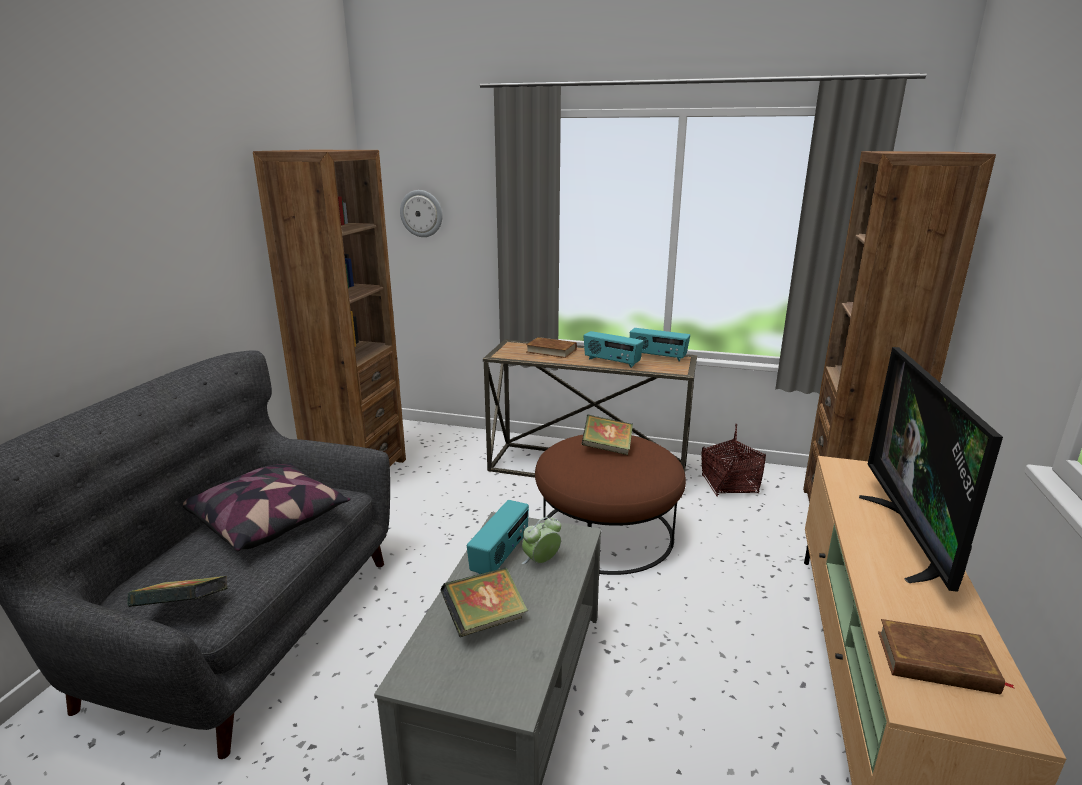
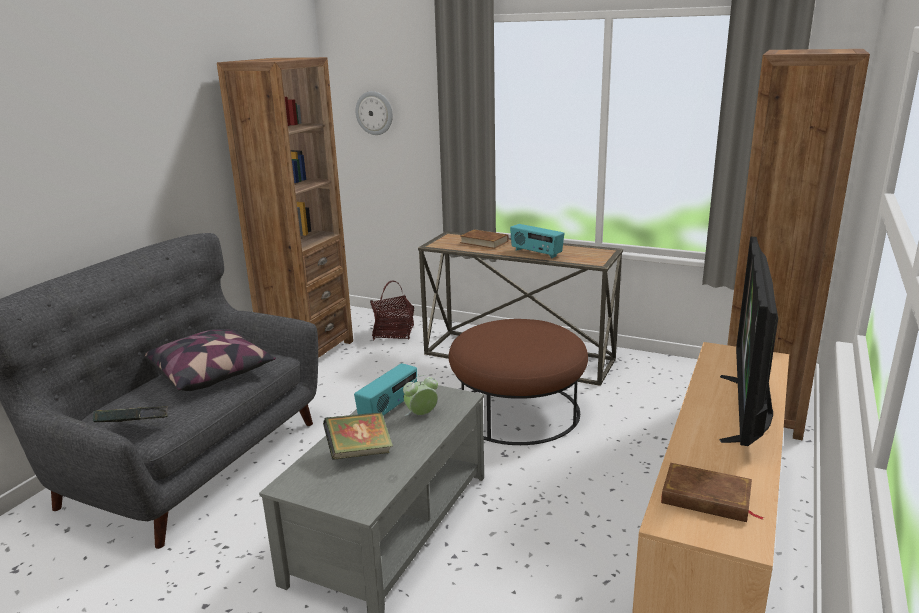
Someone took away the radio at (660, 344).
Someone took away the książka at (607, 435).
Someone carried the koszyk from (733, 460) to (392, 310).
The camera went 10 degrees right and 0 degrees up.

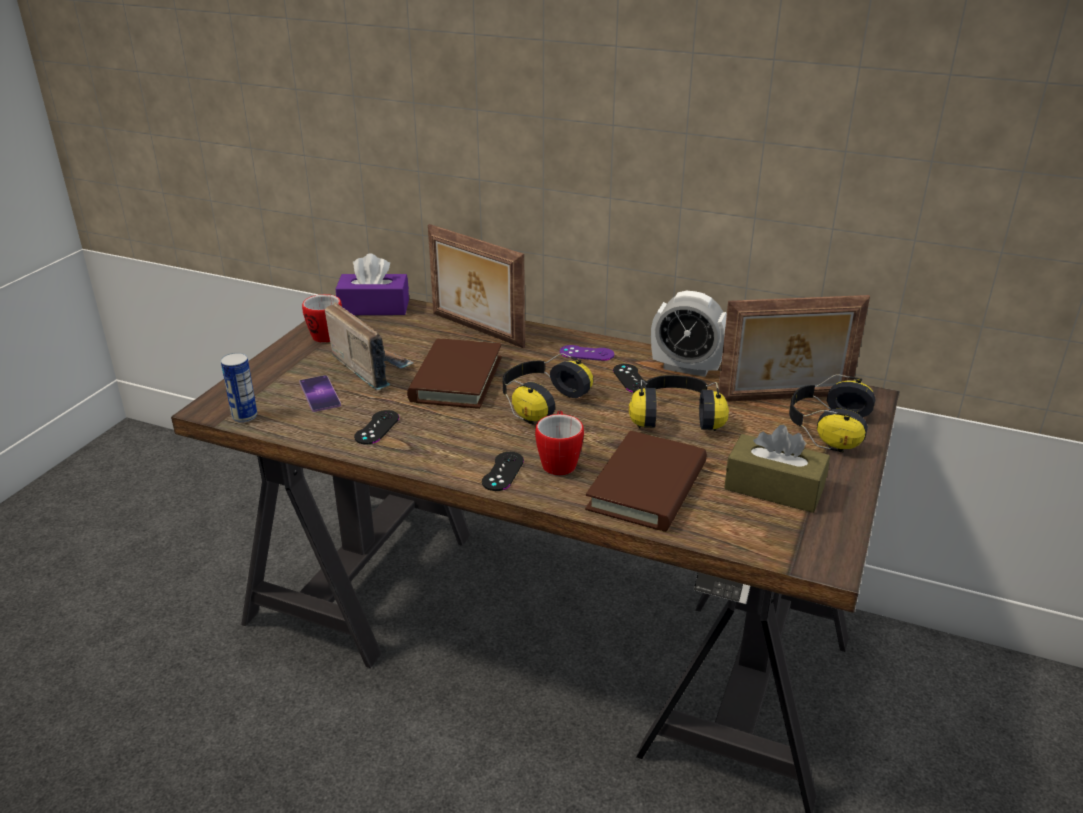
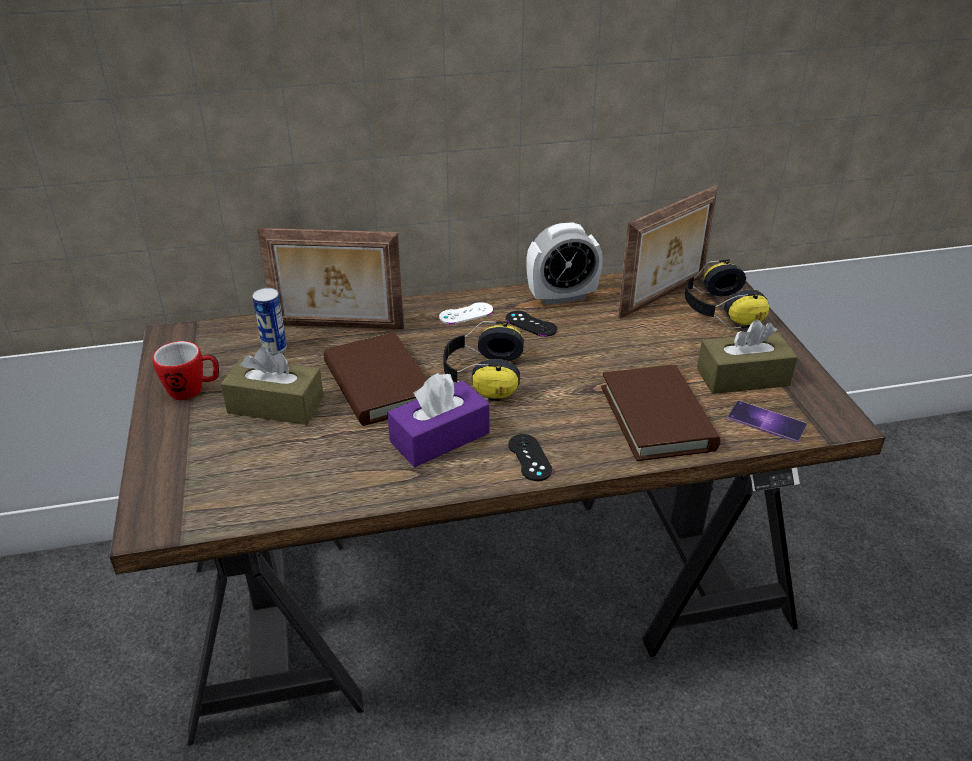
Someone carried the pudełko chusteczek/fioletowy from (372, 284) to (438, 420).
Someone swapped the radio at (369, 346) for the pudełko chusteczek/brązowy at (272, 386).
Someone repainted the pad do gier/fioletowy at (587, 353), which became the pad do gier/biały at (466, 313).
Someone carried the puszka from (239, 387) to (269, 322).
Someone carried the telefon from (320, 393) to (767, 422).
Someone took away the słuchawki at (678, 403).
Someone took away the pad do gier/czarny at (376, 427).
Someone took away the kubek at (559, 442).
The camera went 35 degrees left and 5 degrees up.

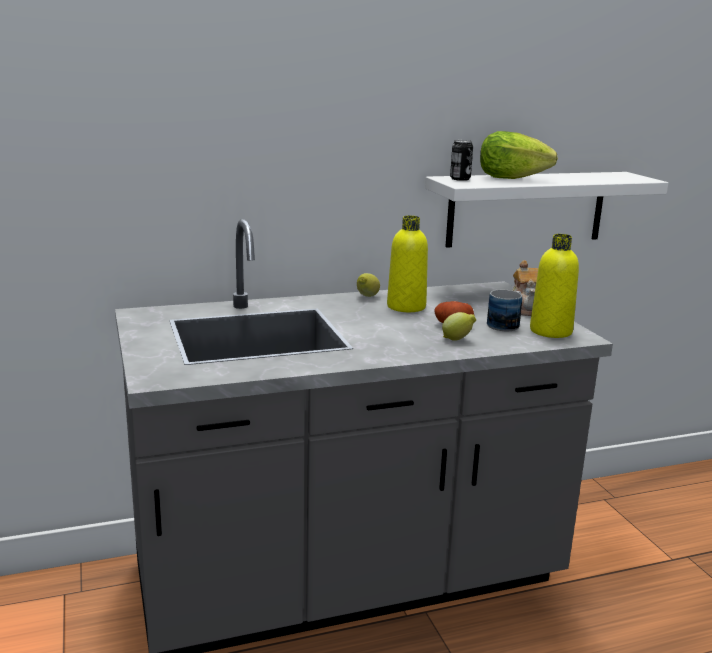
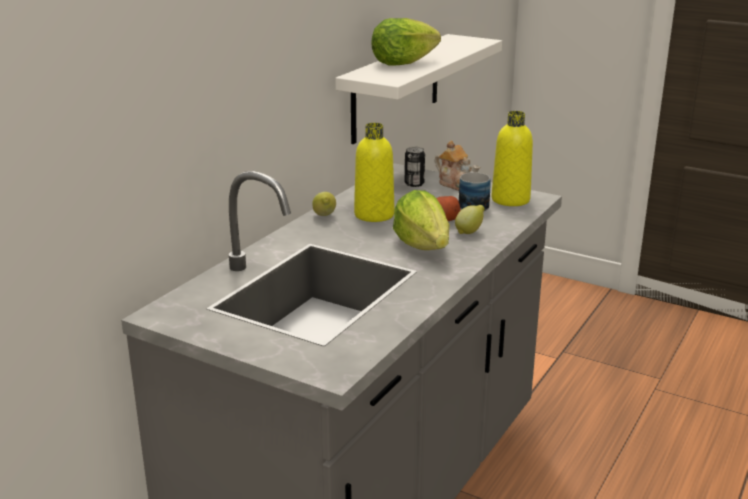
Someone carried the puszka from (461, 160) to (415, 167).
Someone put down the sałata at (421, 220).
The camera went 40 degrees left and 5 degrees up.

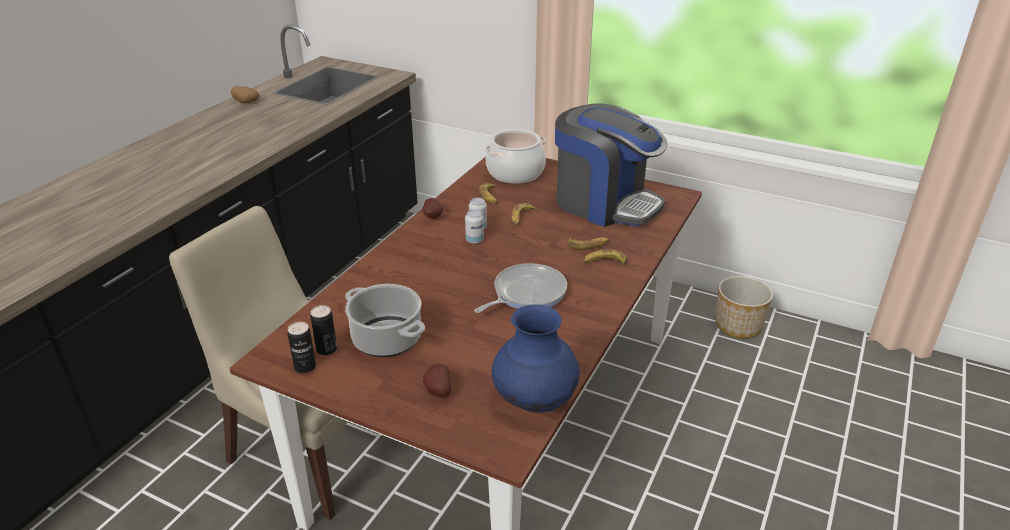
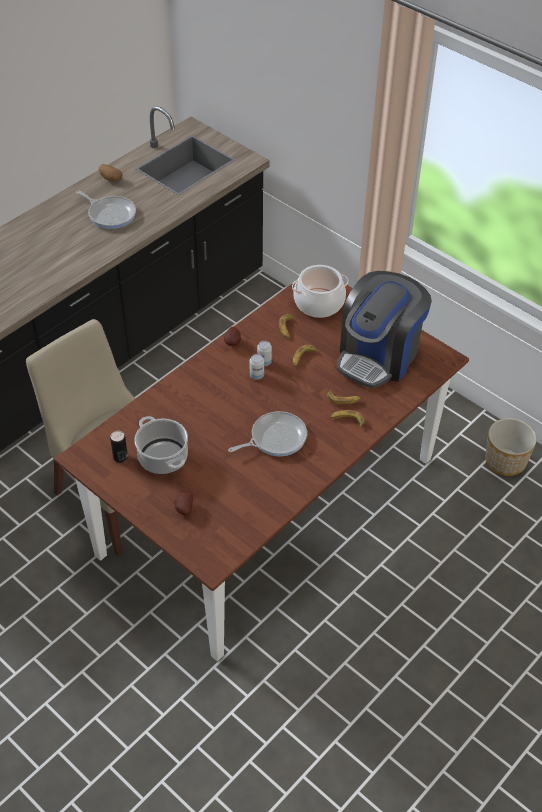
Someone rotated the ekspres do kawy at (611, 165) by 75 degrees clockwise.
Someone took away the wazon/niebieski at (536, 358).
Someone took away the puszka at (302, 347).
Someone put down the patelnia at (106, 210).
The camera went 15 degrees right and 15 degrees up.

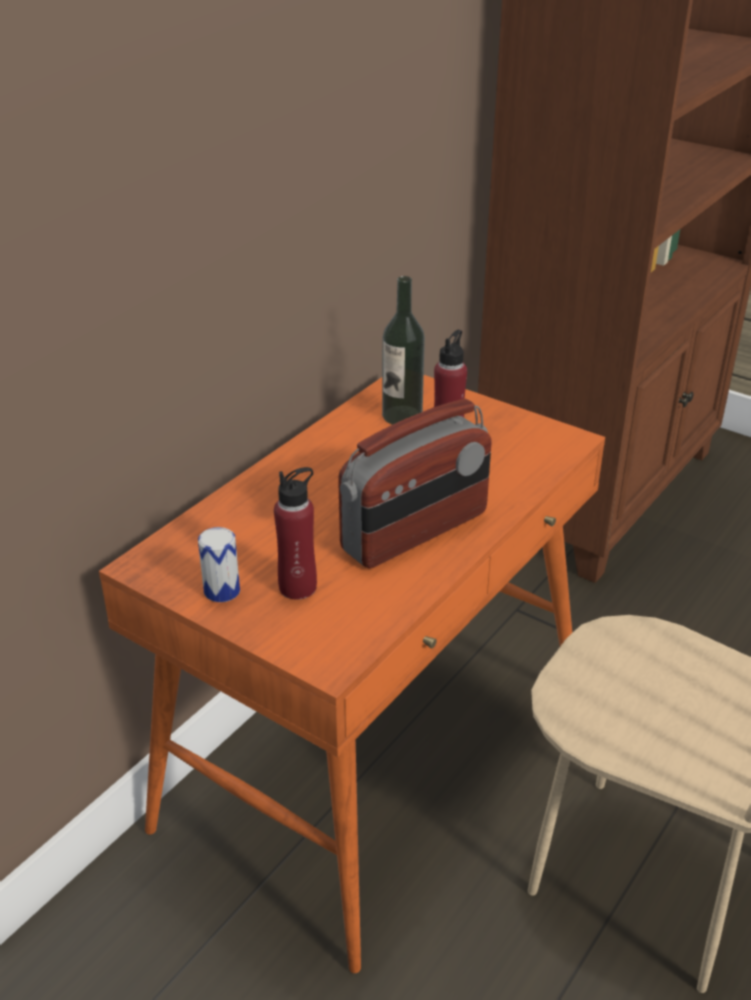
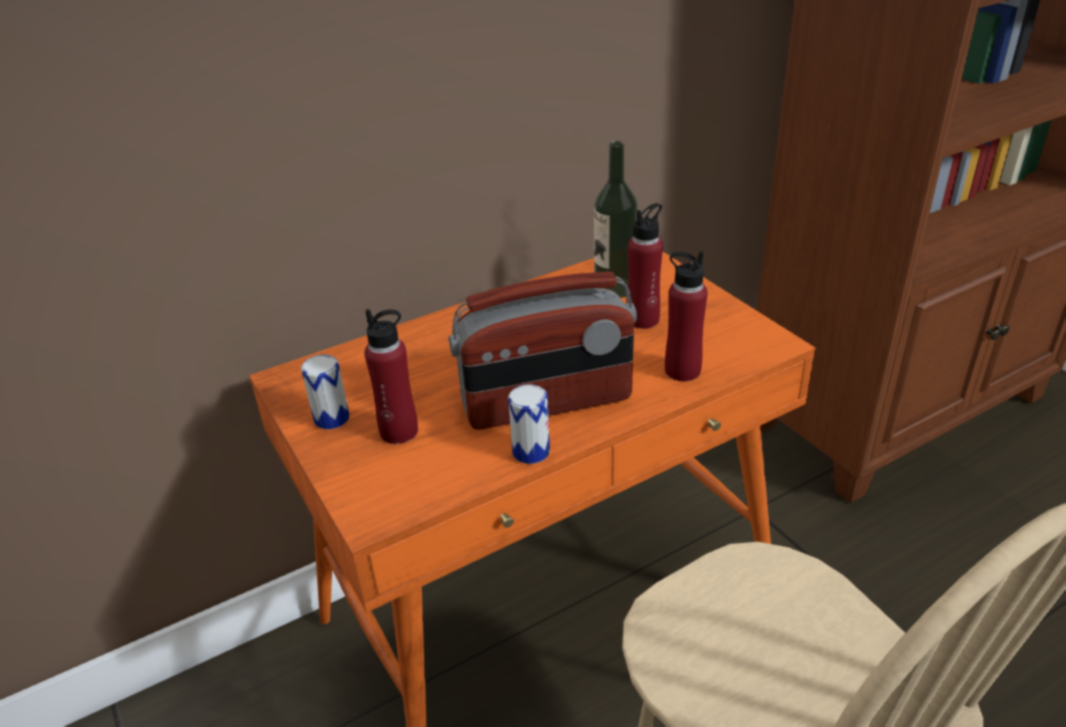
Someone put down the butelka/czerwony at (686, 316).
Someone put down the puszka at (529, 424).
The camera went 25 degrees right and 0 degrees up.

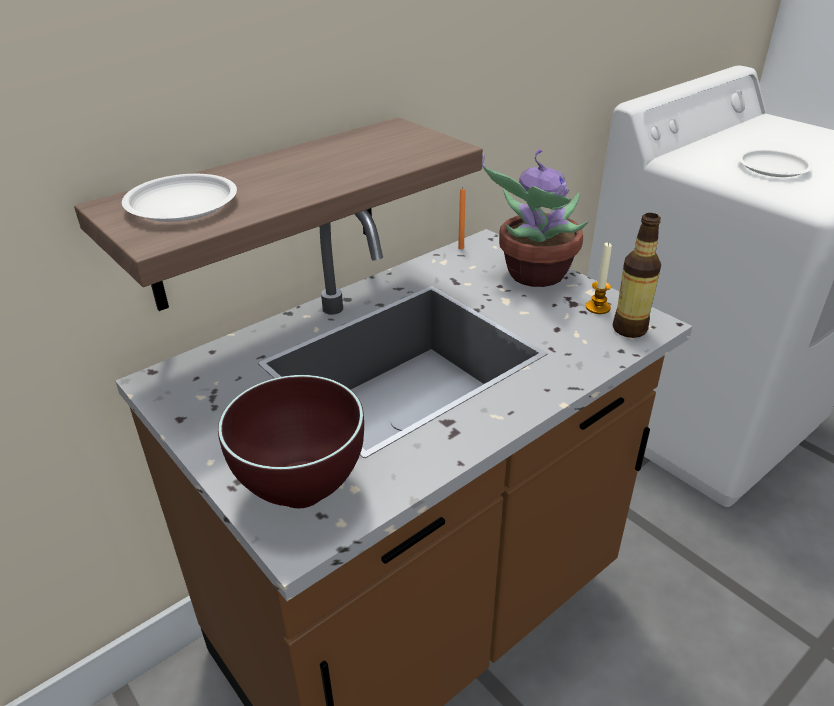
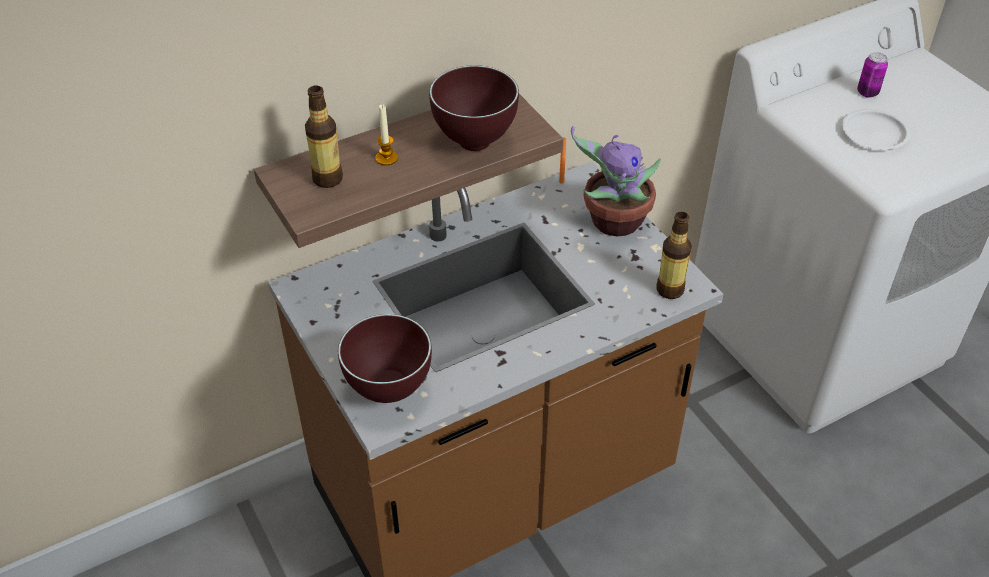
Someone swapped the talerz/biały at (179, 198) for the butelka at (324, 136).
Someone carried the świeca from (599, 278) to (386, 135).
Someone put down the puszka at (872, 75).
Someone put down the miska/brązowy at (474, 108).
The camera went 10 degrees right and 10 degrees up.

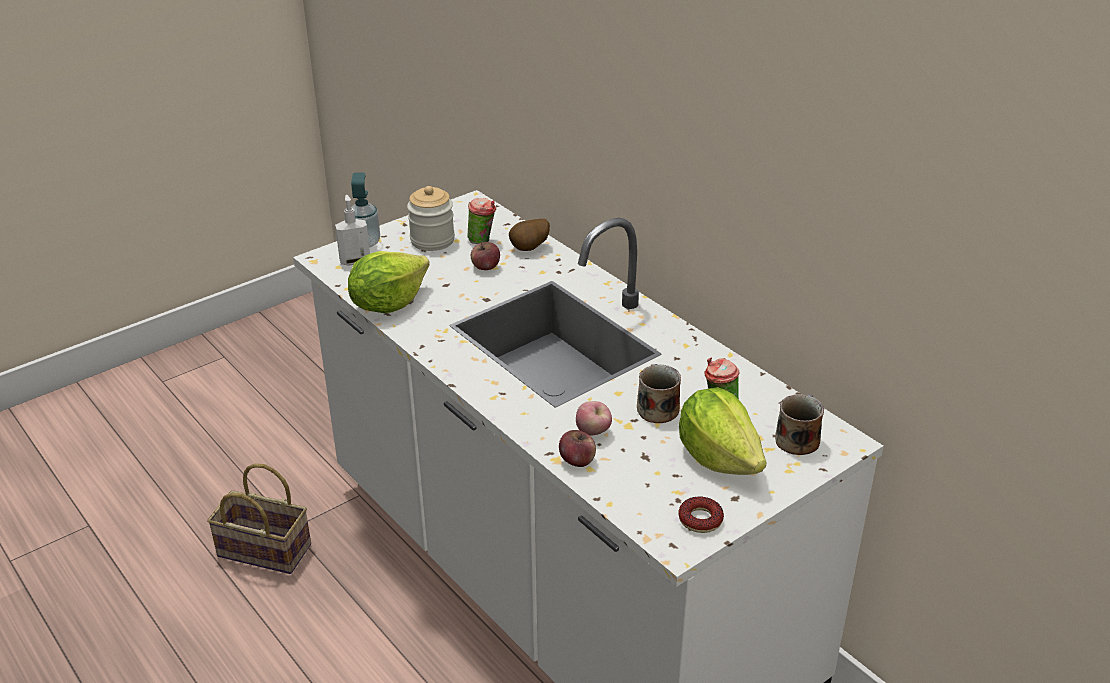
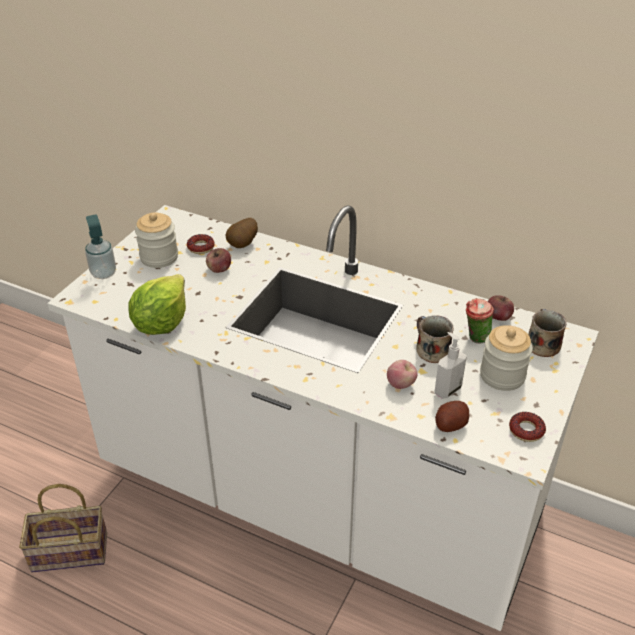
Someone carried the dozownik mydła from (352, 230) to (450, 365).
Someone swapped the filiżanka at (481, 221) for the donut at (201, 244).
Someone swapped the sałata at (723, 431) for the słoik at (506, 358).
Someone carried the jabłko from (577, 448) to (501, 308).
Someone put down the ziemniak at (452, 416).
The camera went 25 degrees left and 5 degrees up.

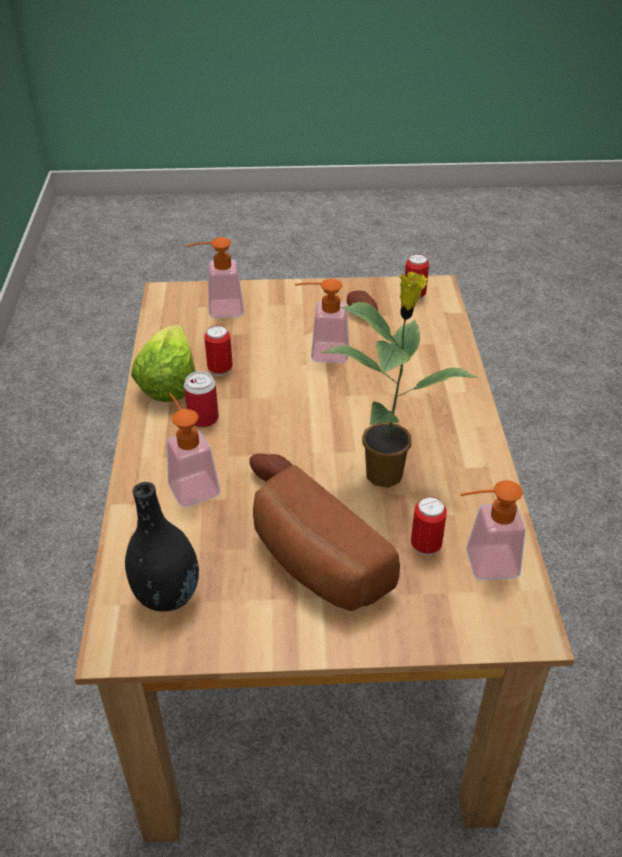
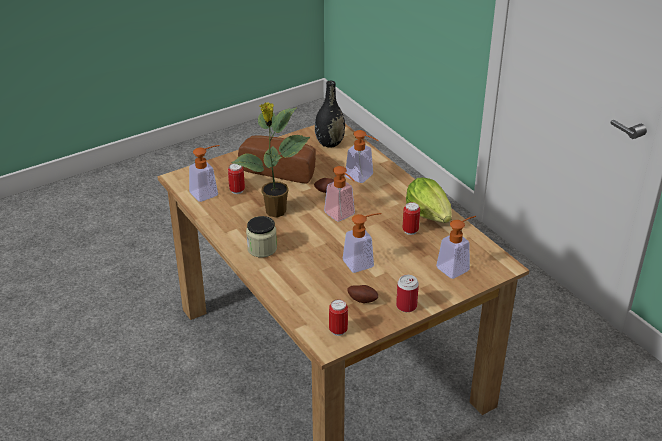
Someone carried the puszka from (201, 399) to (407, 293).
Someone put down the dozownik mydła at (339, 194).
Someone put down the słoik at (261, 237).
The camera went 150 degrees right and 5 degrees down.

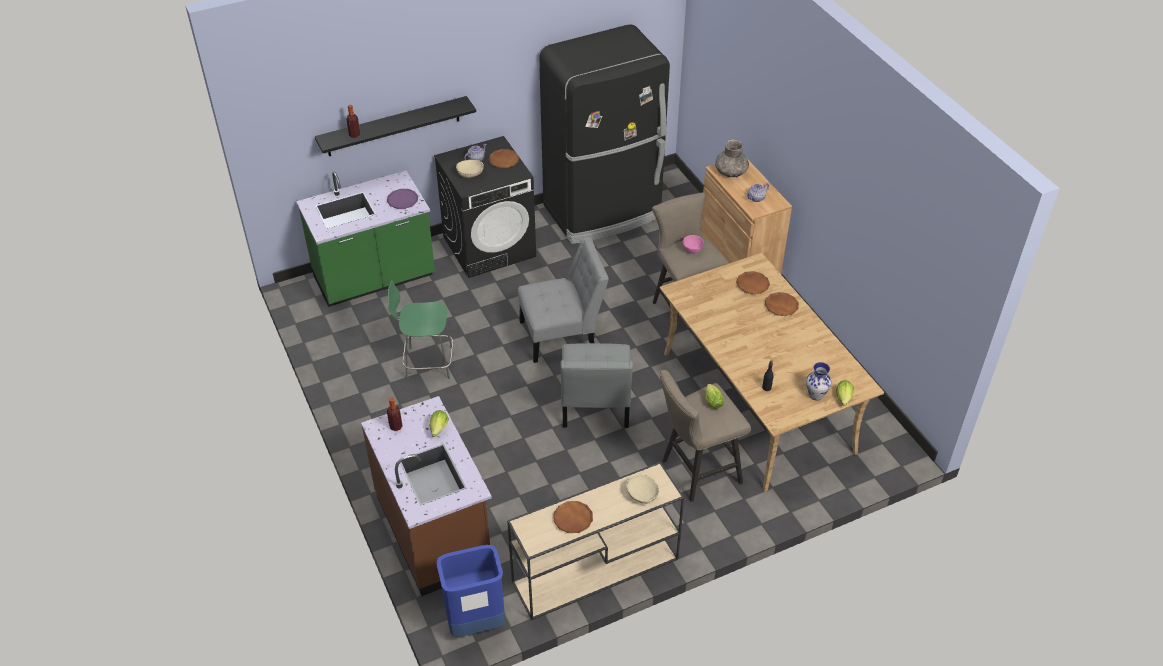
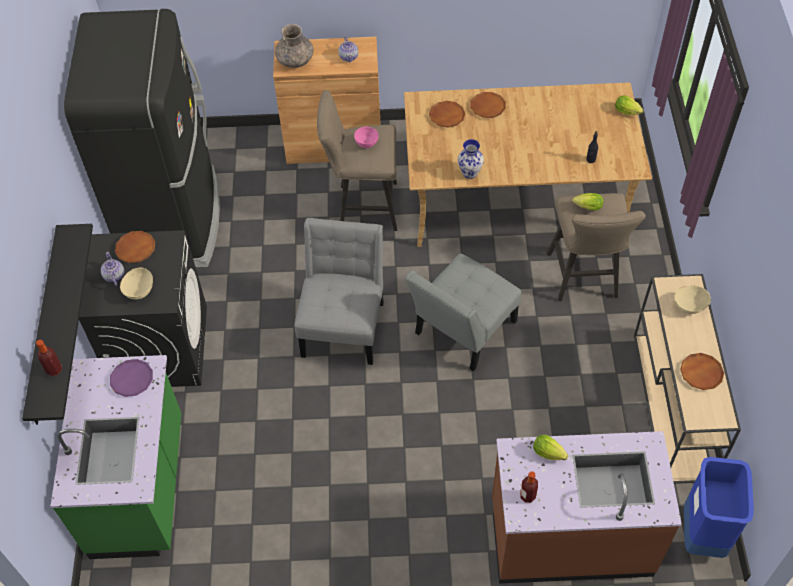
Someone took away the krzesło/zielony at (421, 330).
Someone rotated the krzesło/szary at (597, 385) by 105 degrees clockwise.
Someone carried the wazon from (819, 381) to (471, 159).
The camera went 65 degrees left and 10 degrees up.

